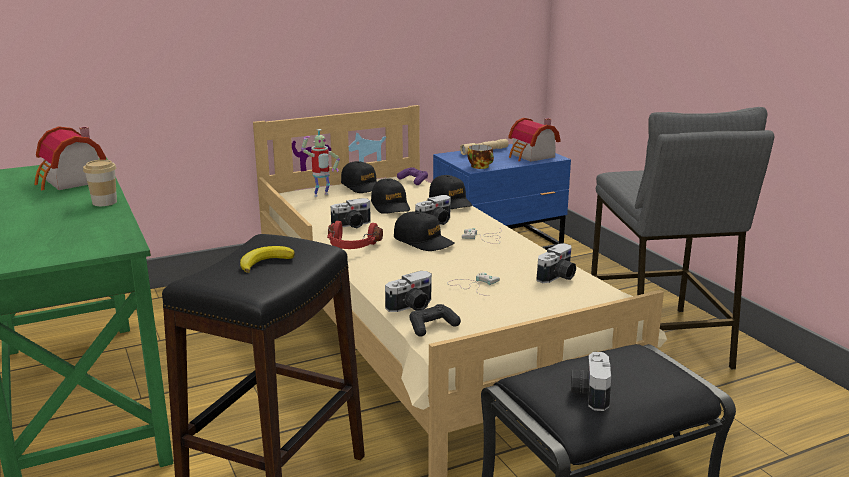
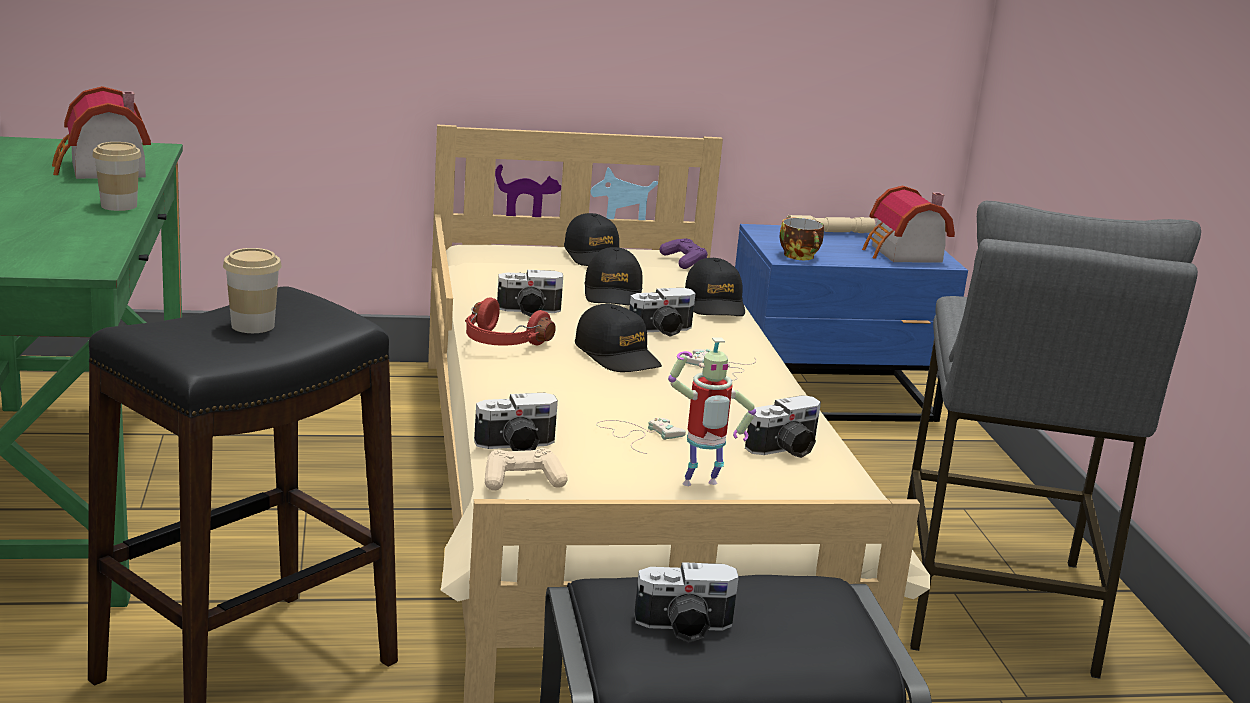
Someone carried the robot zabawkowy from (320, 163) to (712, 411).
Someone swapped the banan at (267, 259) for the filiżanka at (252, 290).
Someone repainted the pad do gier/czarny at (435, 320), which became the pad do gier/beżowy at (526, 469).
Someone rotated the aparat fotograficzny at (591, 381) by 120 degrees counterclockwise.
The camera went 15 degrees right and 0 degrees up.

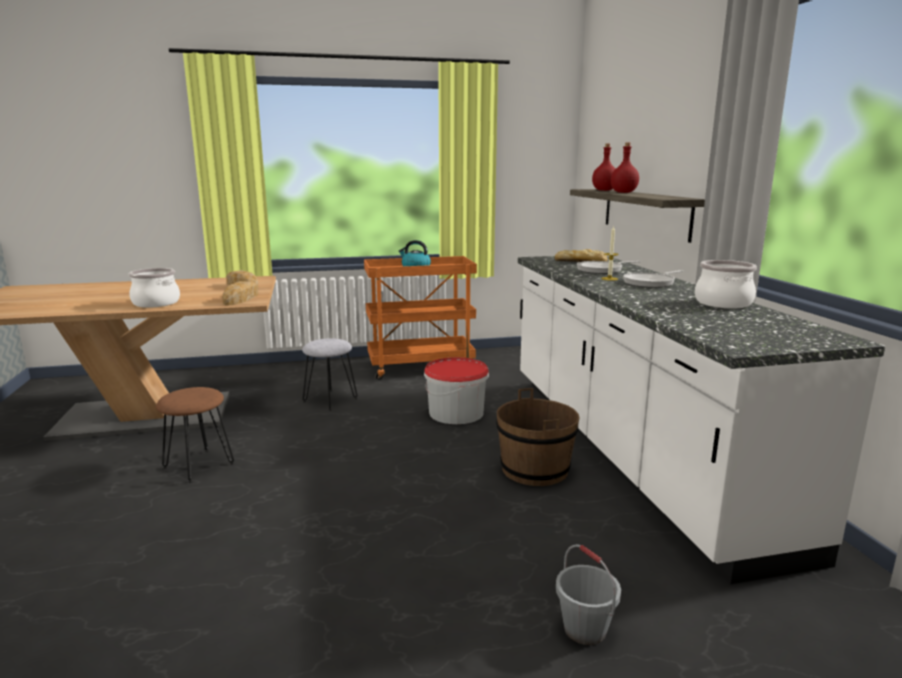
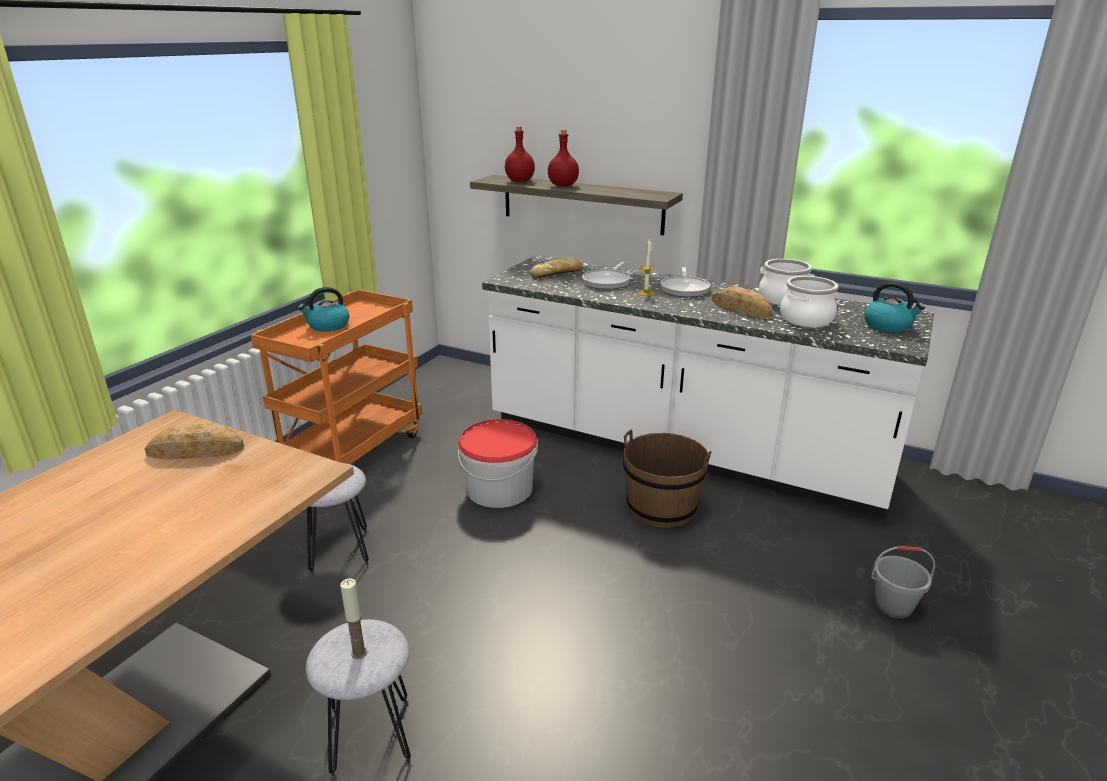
Someone carried the garnek from (154, 288) to (809, 301).
Someone carried the chleb from (240, 293) to (742, 302).
Someone repainted the stołek/brązowy at (195, 435), which became the stołek/szary at (358, 698).
Someone put down the czajnik at (894, 307).
Someone put down the świeca at (353, 618).
The camera went 50 degrees left and 10 degrees up.

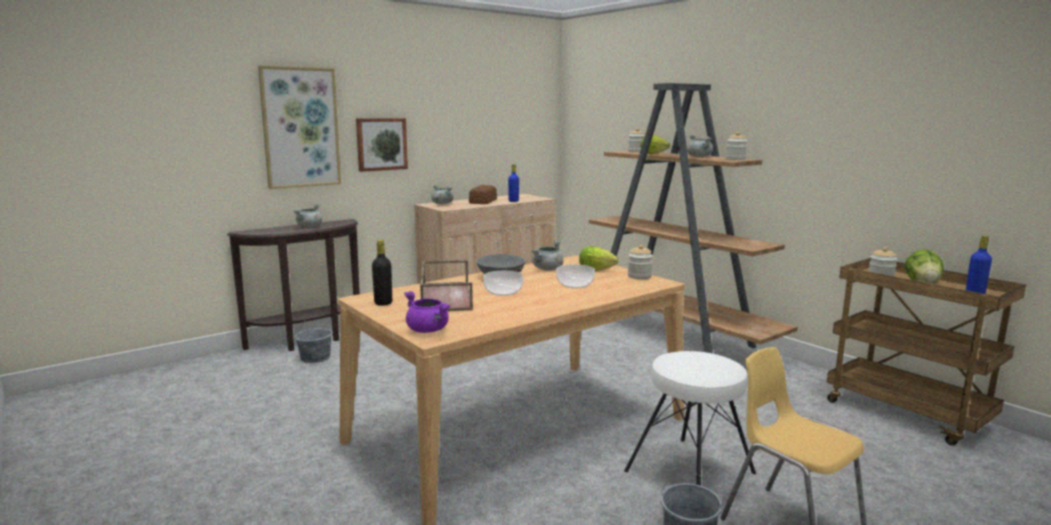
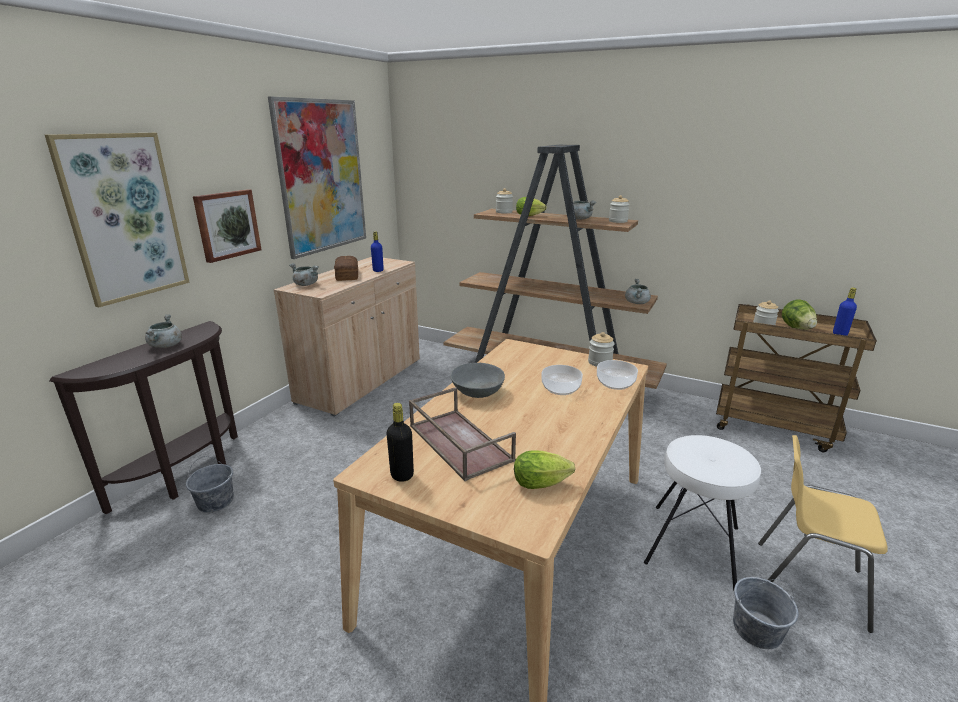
Someone carried the garnek/szary from (547, 256) to (638, 291).
Someone carried the sałata from (598, 258) to (544, 469).
Someone carried the miska from (504, 283) to (617, 375).
Someone took away the garnek/fioletowy at (427, 312).
Someone put up the obraz at (317, 177).
The camera went 25 degrees left and 10 degrees up.

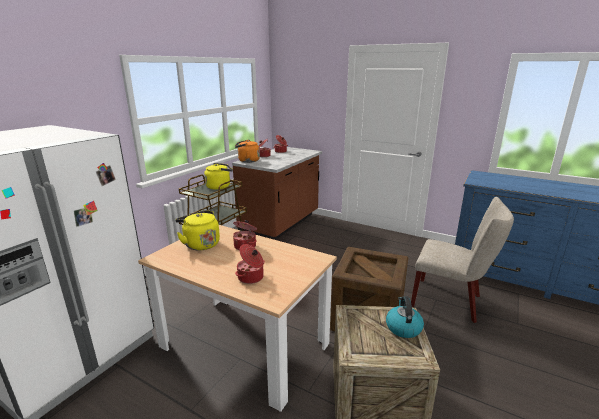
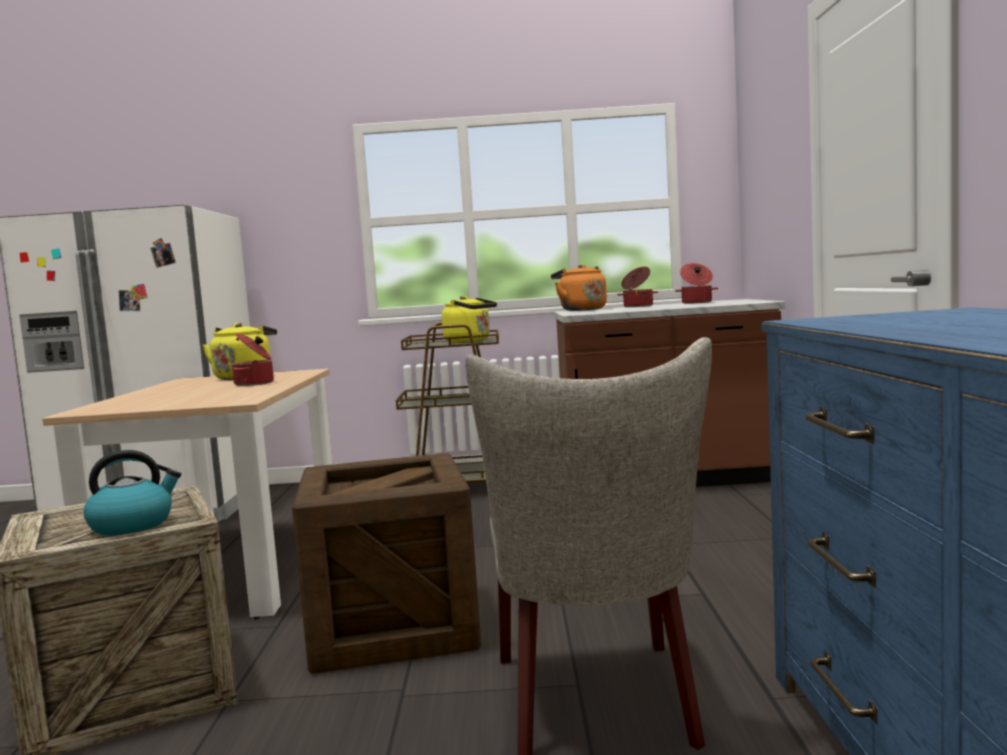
Someone took away the garnek at (250, 264).
The camera went 60 degrees right and 15 degrees down.

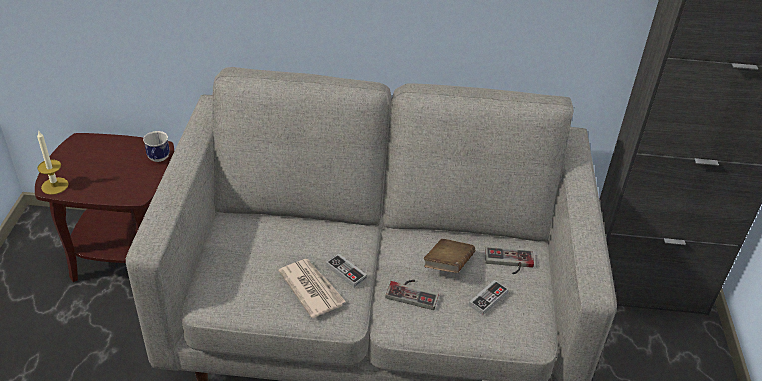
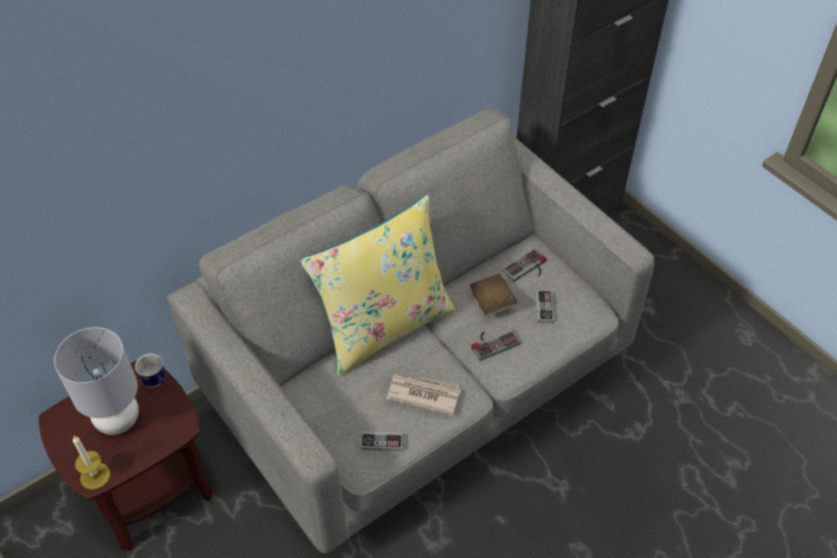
Someone carried the pad do gier from (346, 271) to (382, 441).
Someone put down the poduszka/żółty at (377, 285).
Someone put down the lampa stołowa/szary at (96, 381).
The camera went 40 degrees left and 10 degrees up.

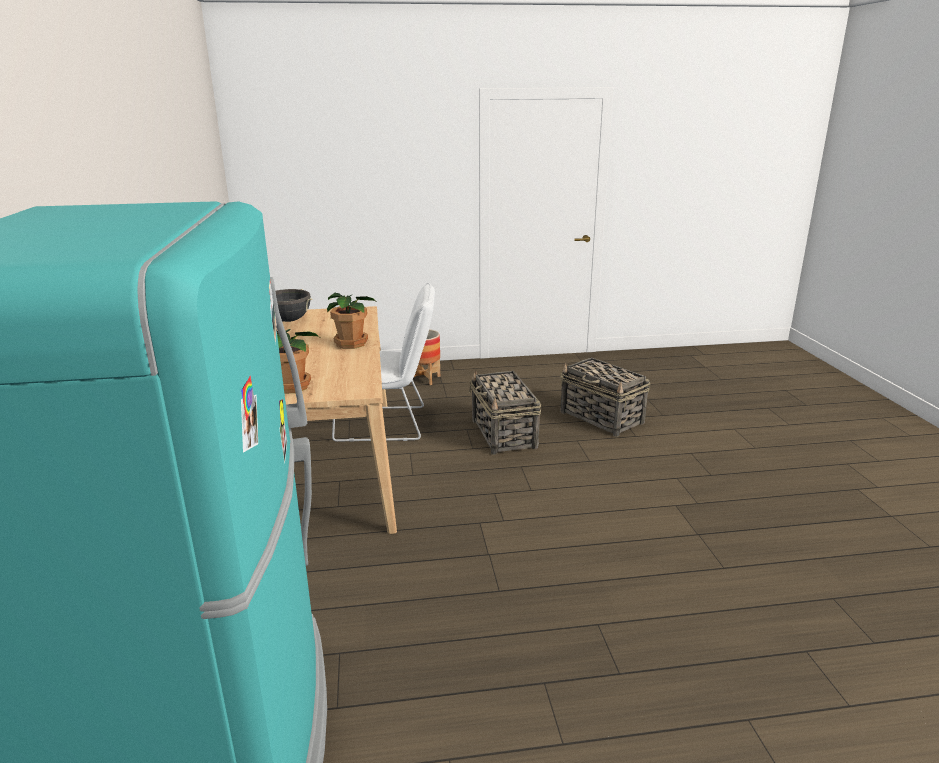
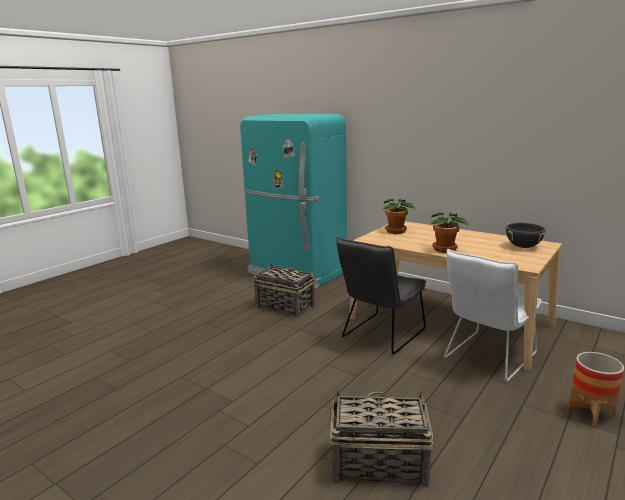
Someone carried the koszyk from (505, 412) to (284, 290).
Someone put down the krzesło/szary at (381, 295).
The camera went 135 degrees right and 5 degrees down.

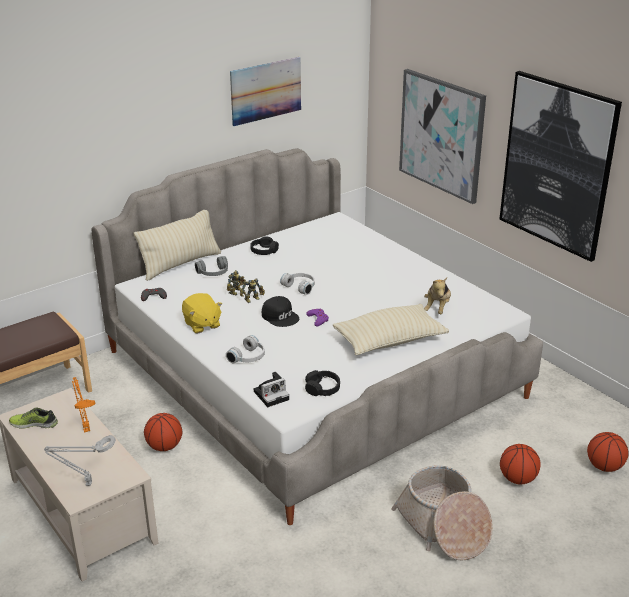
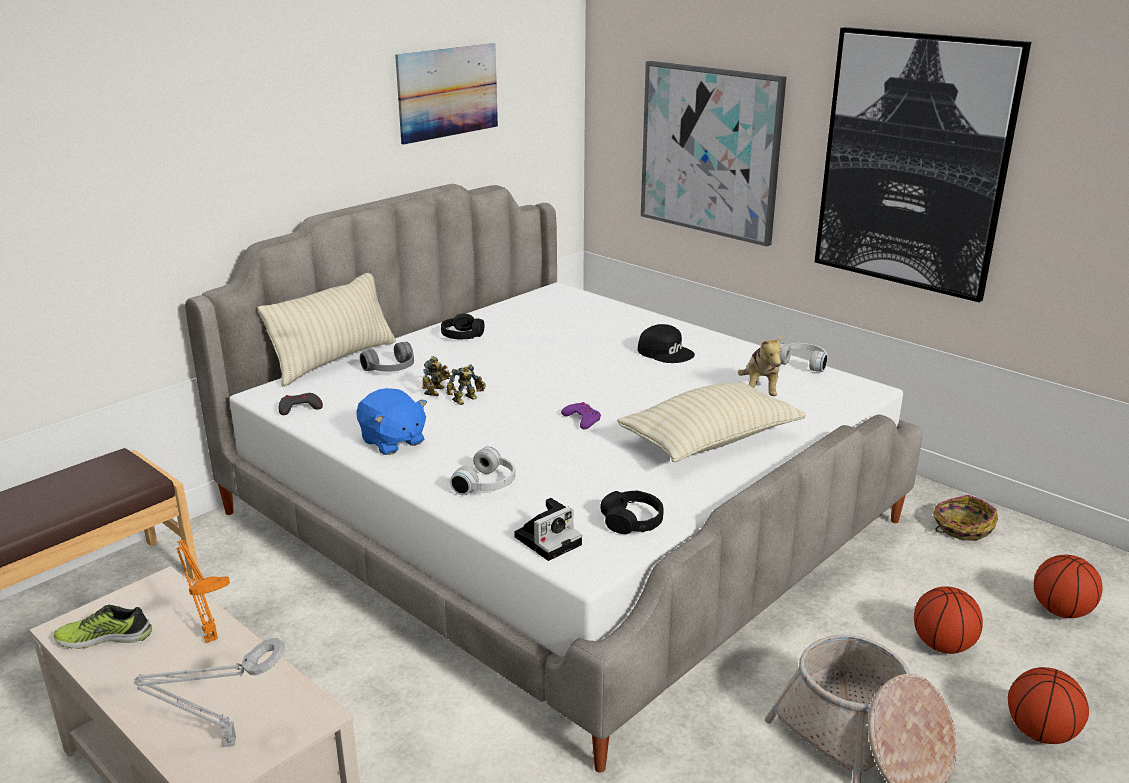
Someone carried the słuchawki/biały from (297, 284) to (803, 357).
Someone repainted the pluszak/żółty at (202, 313), which became the pluszak/niebieski at (391, 421).
Someone carried the czapka z daszkiem/czarny from (280, 311) to (666, 343).
Someone carried the piłka do koszykówki from (163, 432) to (1048, 705).
Someone put down the koszyk at (965, 518).
The camera went 10 degrees left and 5 degrees down.

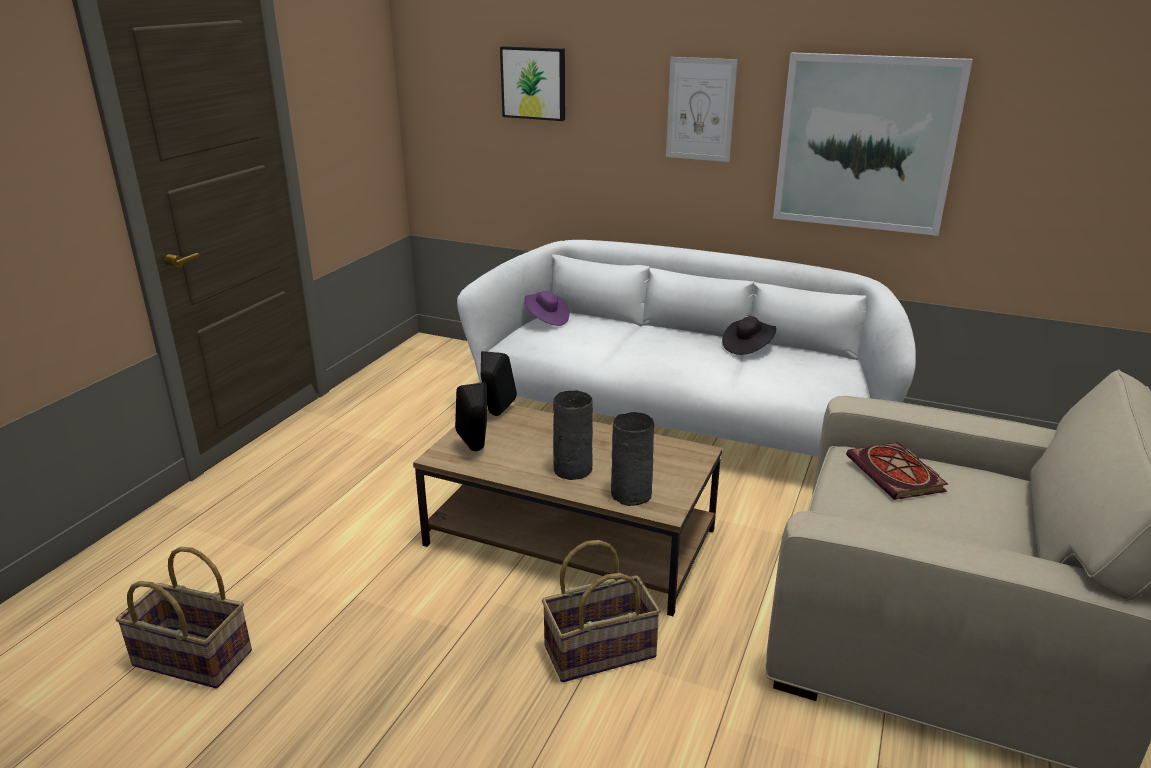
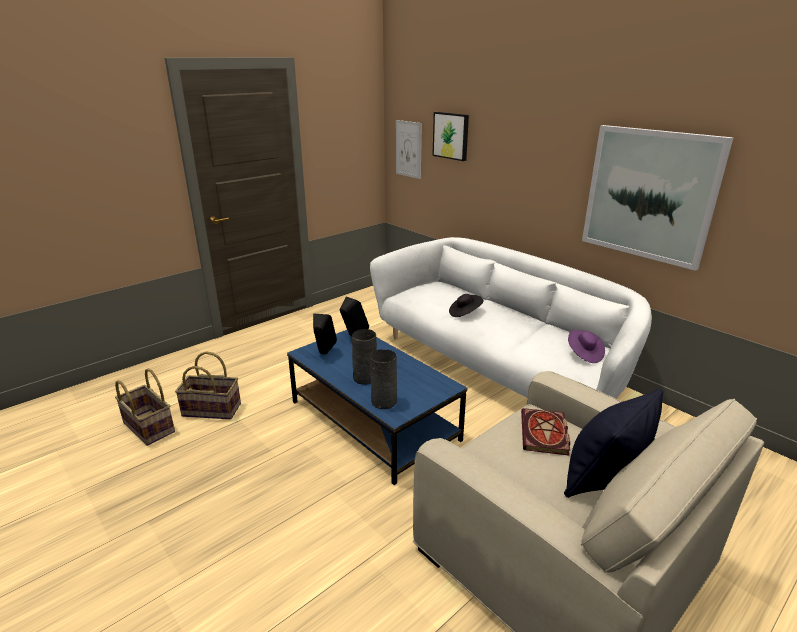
Someone carried the obraz from (702, 109) to (409, 149).
Someone carried the kapelusz/fioletowy from (547, 308) to (586, 346).
Someone carried the kapelusz/czarny from (749, 335) to (466, 305).
Someone repainted the ława/brązowy at (568, 510), which became the ława/niebieski at (377, 407).
Someone carried the koszyk from (601, 611) to (208, 385).
Someone put down the poduszka/czarny at (613, 443).
The camera went 25 degrees right and 0 degrees up.

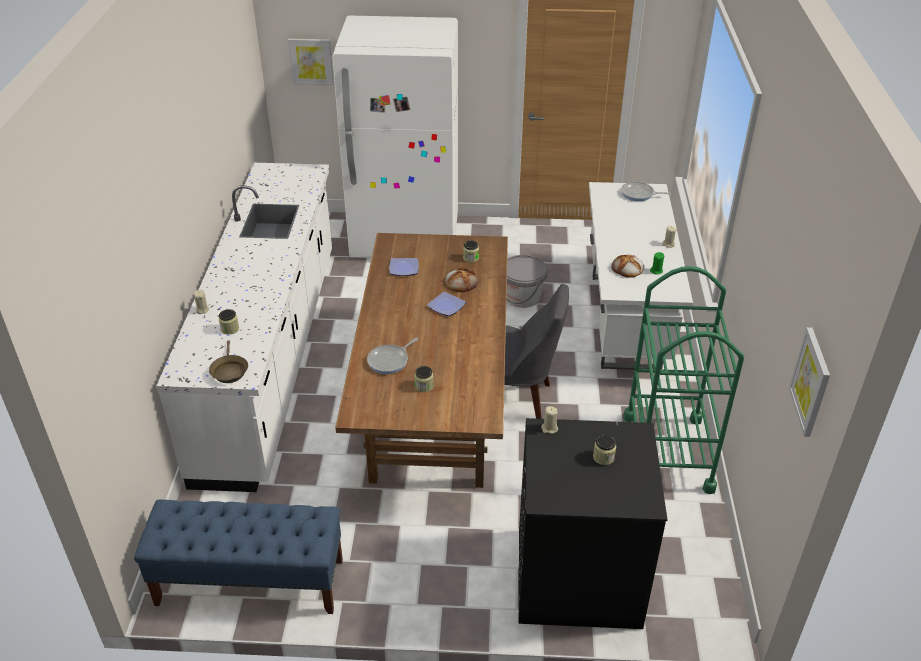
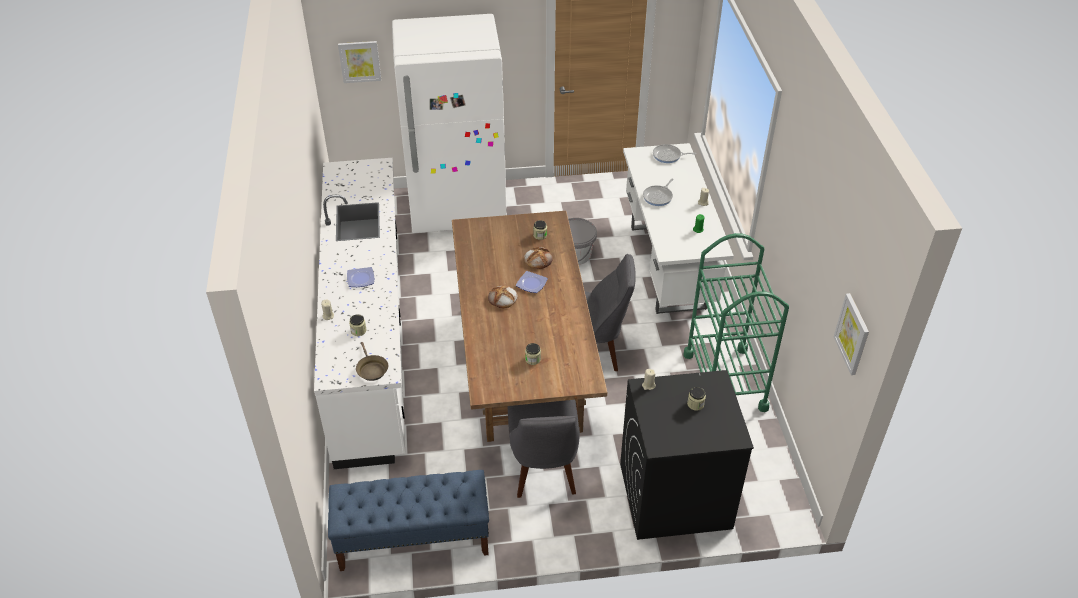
Someone carried the chleb from (627, 266) to (503, 296).
Someone carried the talerz from (404, 267) to (360, 277).
Someone carried the patelnia from (392, 356) to (658, 192).
Someone put down the krzesło/szary at (544, 449).
The camera went 10 degrees left and 5 degrees up.

